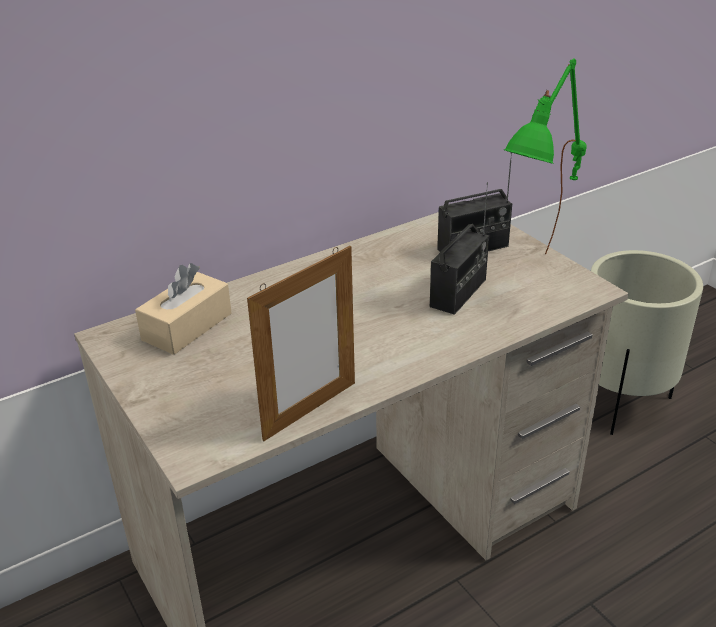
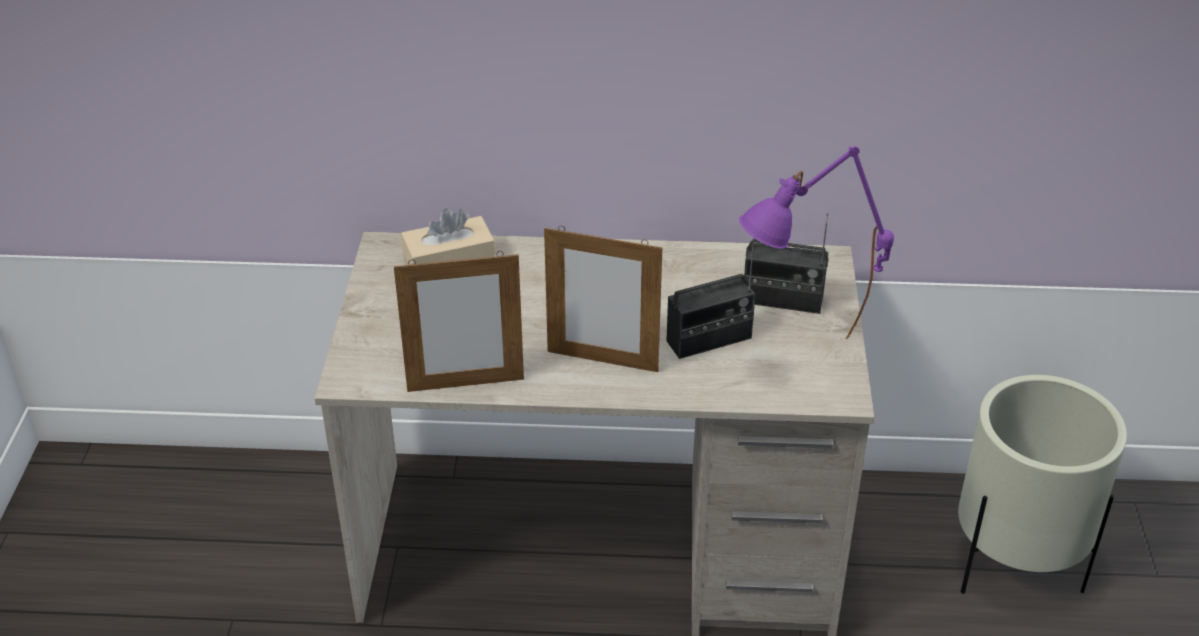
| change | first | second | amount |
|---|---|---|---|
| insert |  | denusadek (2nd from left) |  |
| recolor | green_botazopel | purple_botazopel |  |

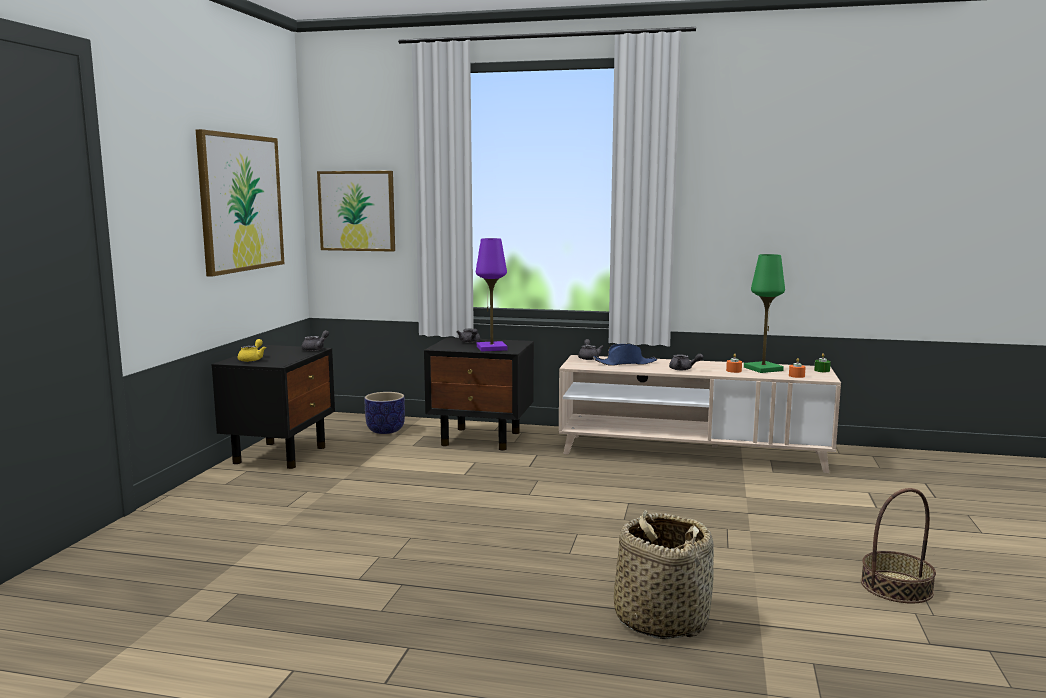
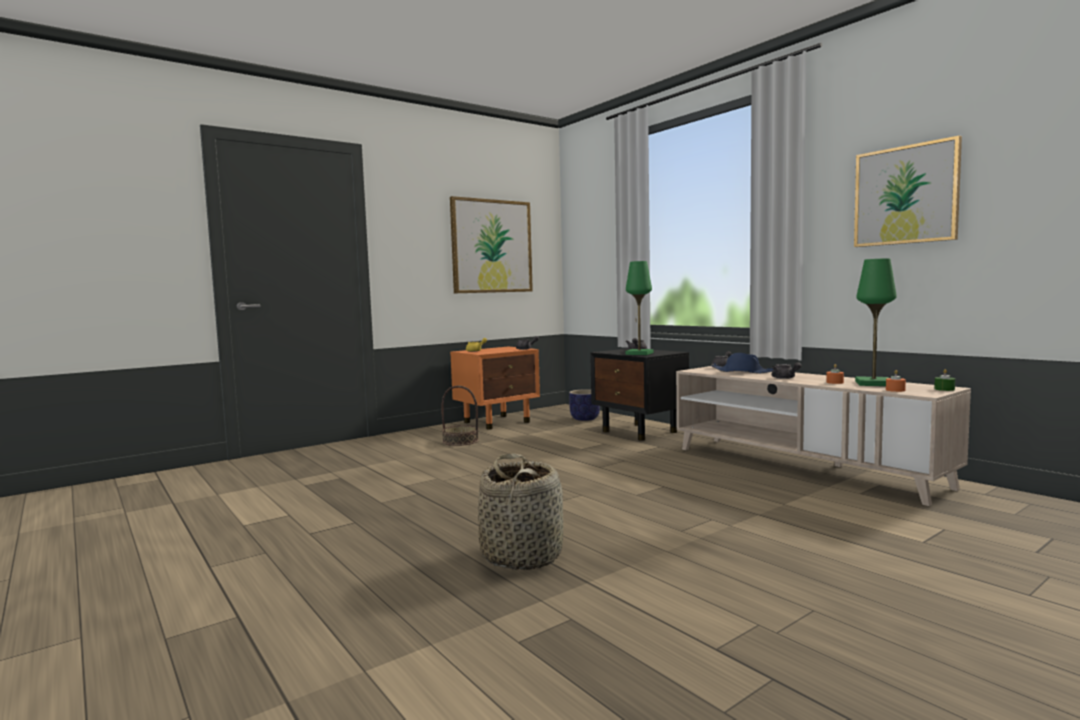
| change | first | second | amount |
|---|---|---|---|
| move | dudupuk (2nd from left) |  |  |
| move | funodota (2nd from left in the first image) | funodota (1st from left) |  |
| recolor | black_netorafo (1st from left) | orange_netorafo |  |
| recolor | purple_botazopel | green_botazopel (1st from left) |  |

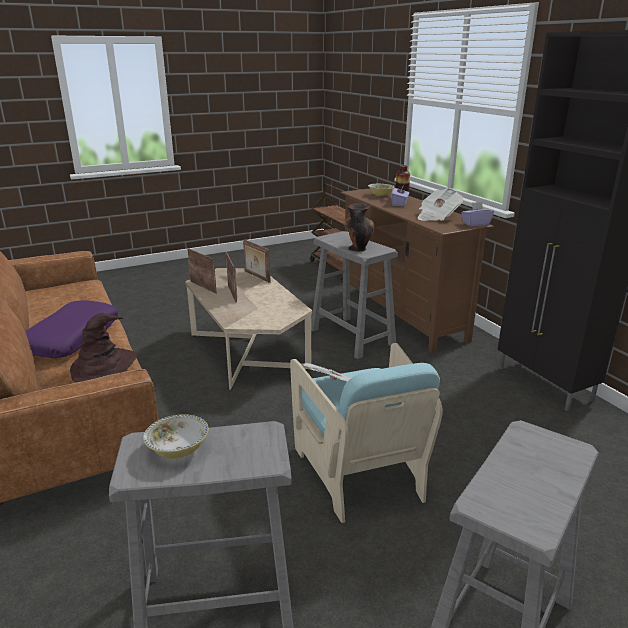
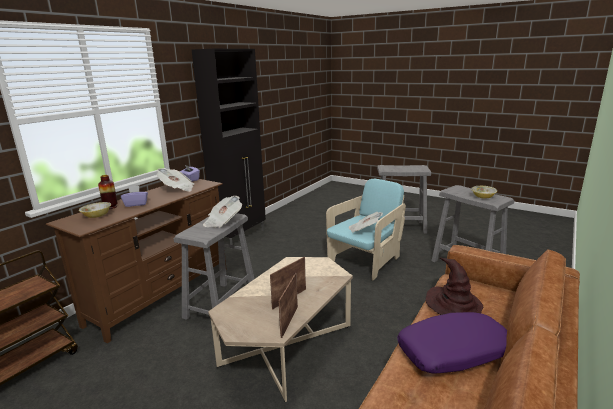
| change | first | second | amount |
|---|---|---|---|
| delete | denusadek (3rd from left) |  |  |
| replace | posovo (1st from left) | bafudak (2nd from left) |  |

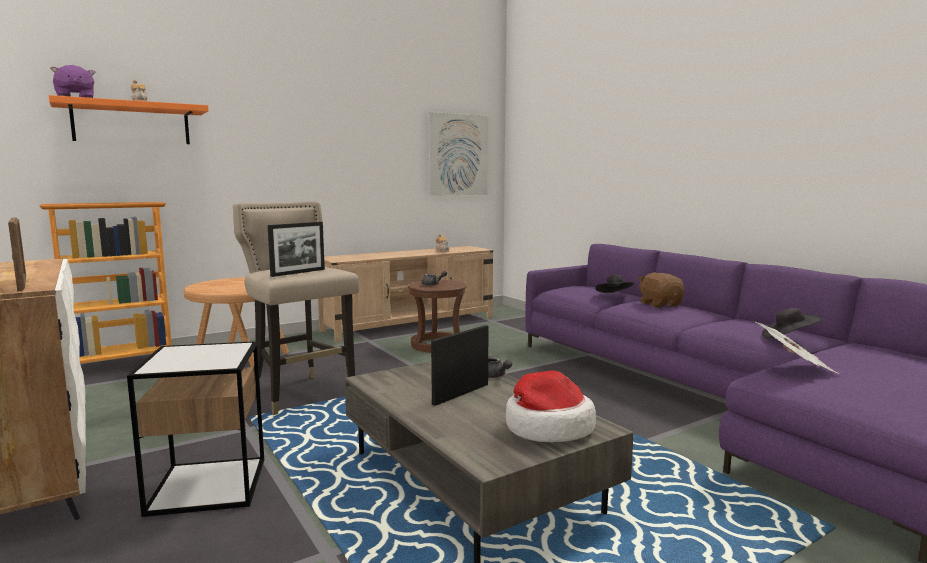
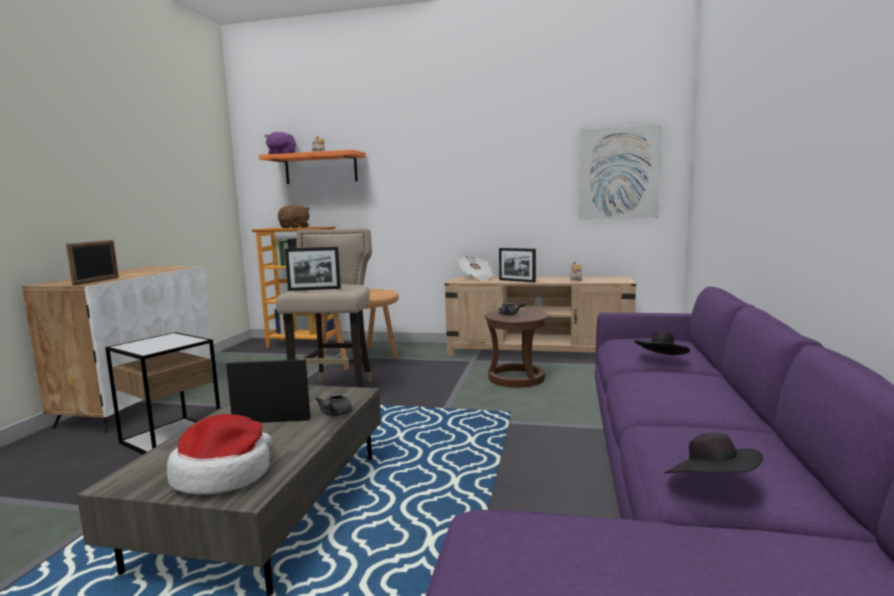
| change | first | second | amount |
|---|---|---|---|
| insert |  | denusadek (4th from left) |  |
| move | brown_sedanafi |  |  |
| move | bafudak |  |  |

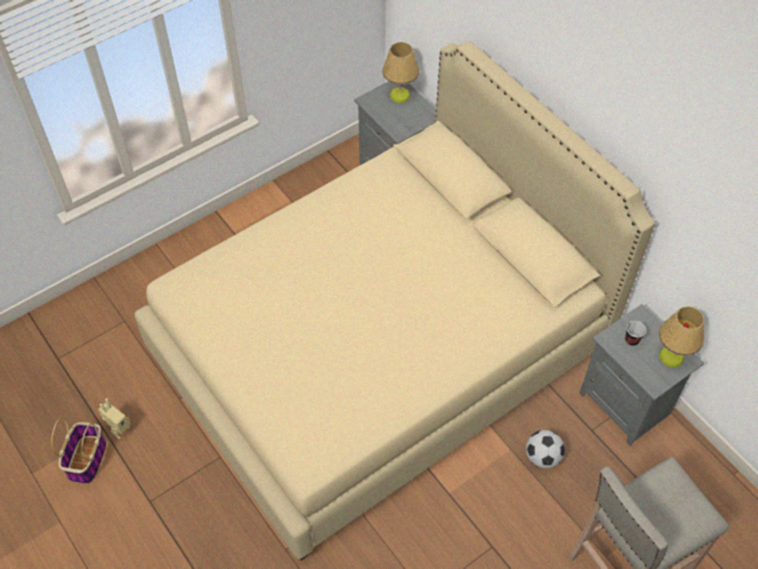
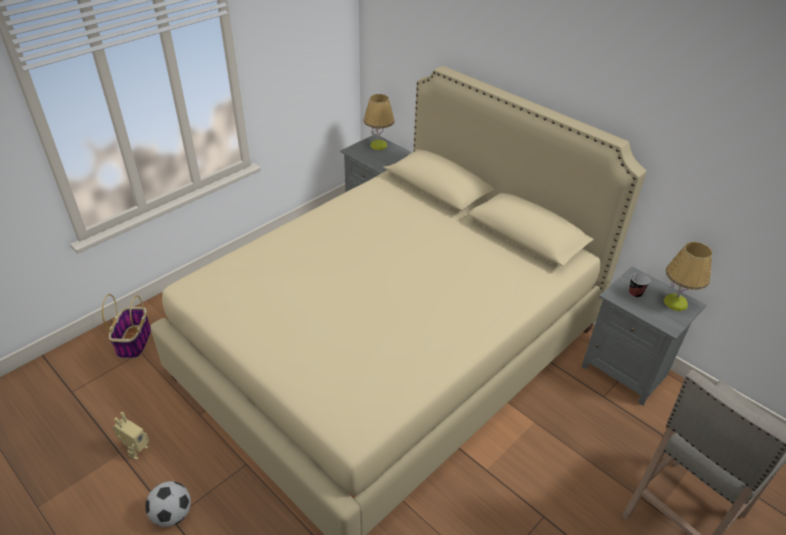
| change | first | second | amount |
|---|---|---|---|
| move | funodota |  |  |
| move | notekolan |  |  |

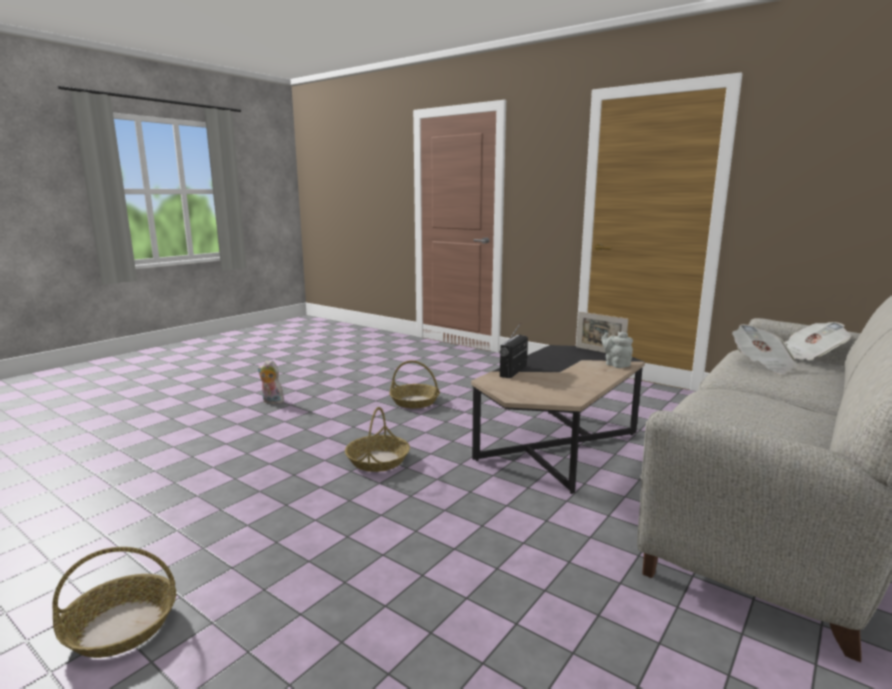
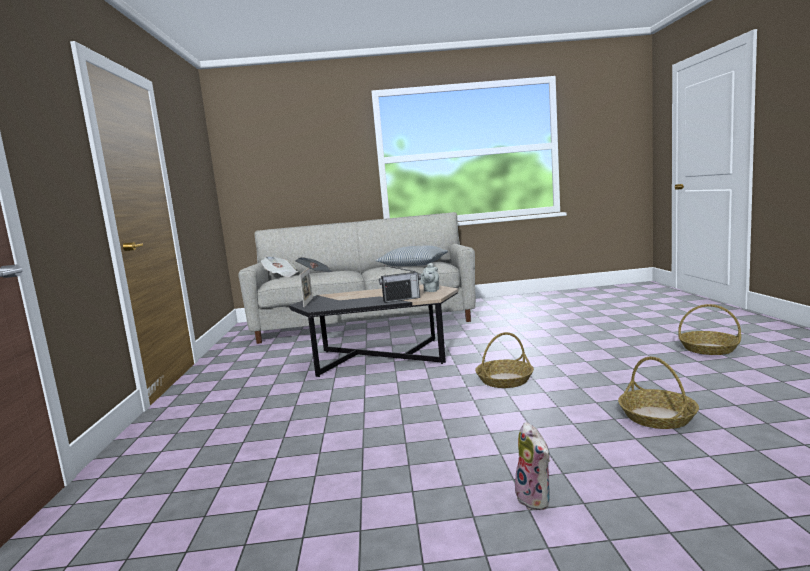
| change | first | second | amount |
|---|---|---|---|
| insert |  | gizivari |  |
| move | funodota (3rd from left in the first image) | funodota (2nd from left) |  |
| move | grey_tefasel |  |  |

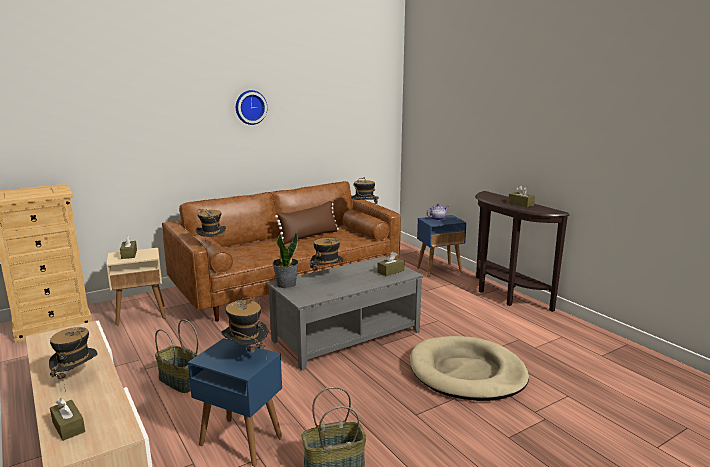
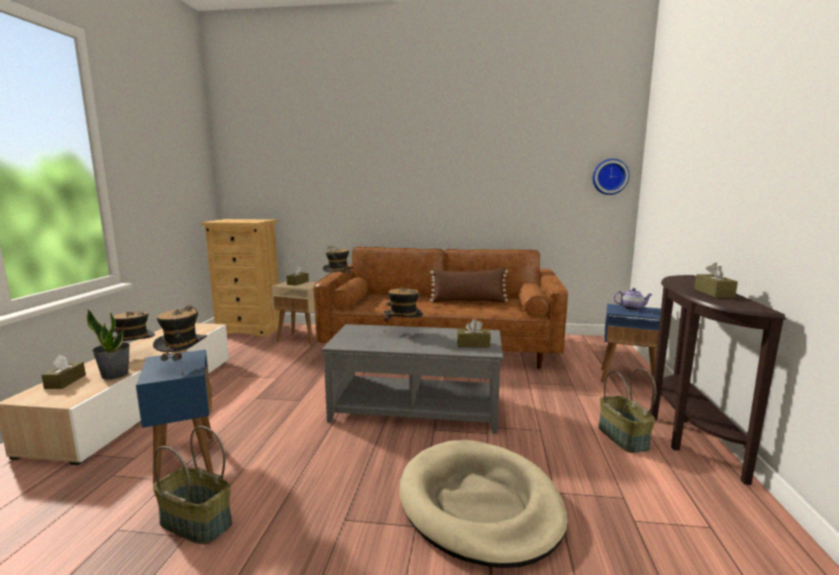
| change | first | second | amount |
|---|---|---|---|
| delete | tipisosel (5th from left) |  |  |
| move | funodota (1st from left in the first image) | funodota (2nd from left) |  |
| move | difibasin |  |  |
| move | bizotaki |  |  |

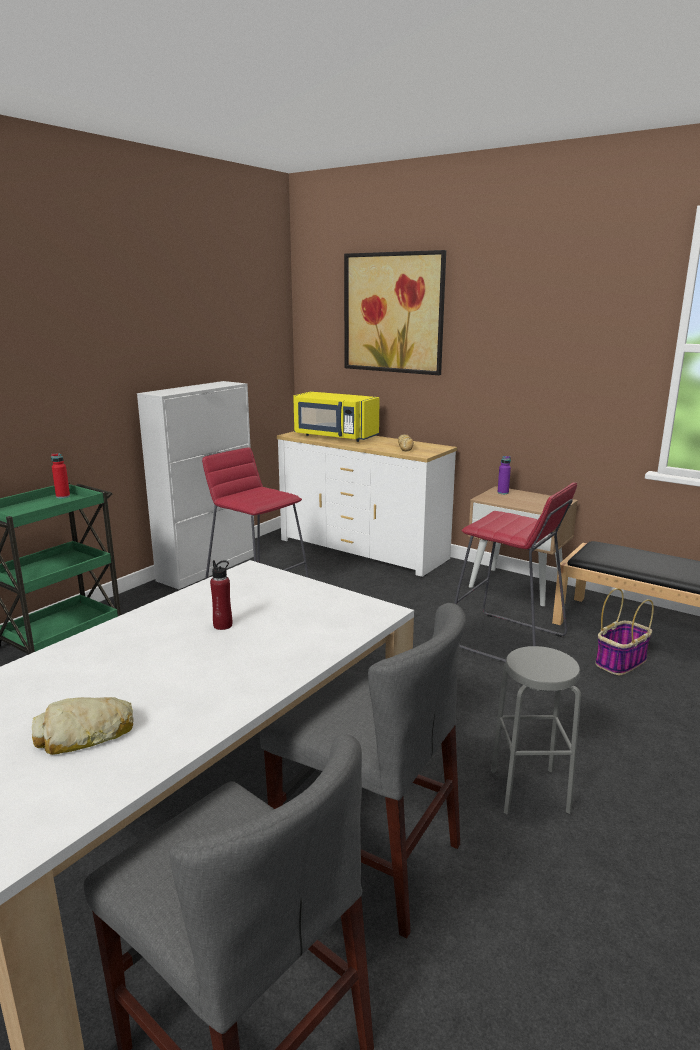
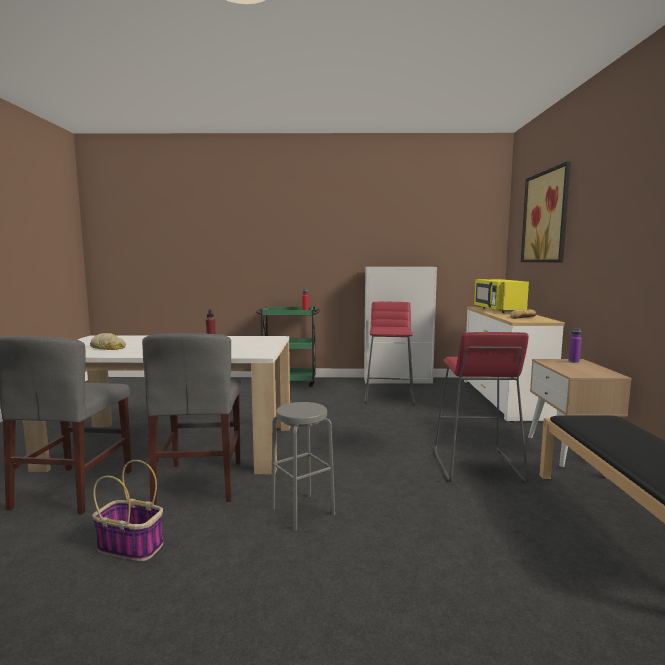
| change | first | second | amount |
|---|---|---|---|
| move | funodota |  |  |

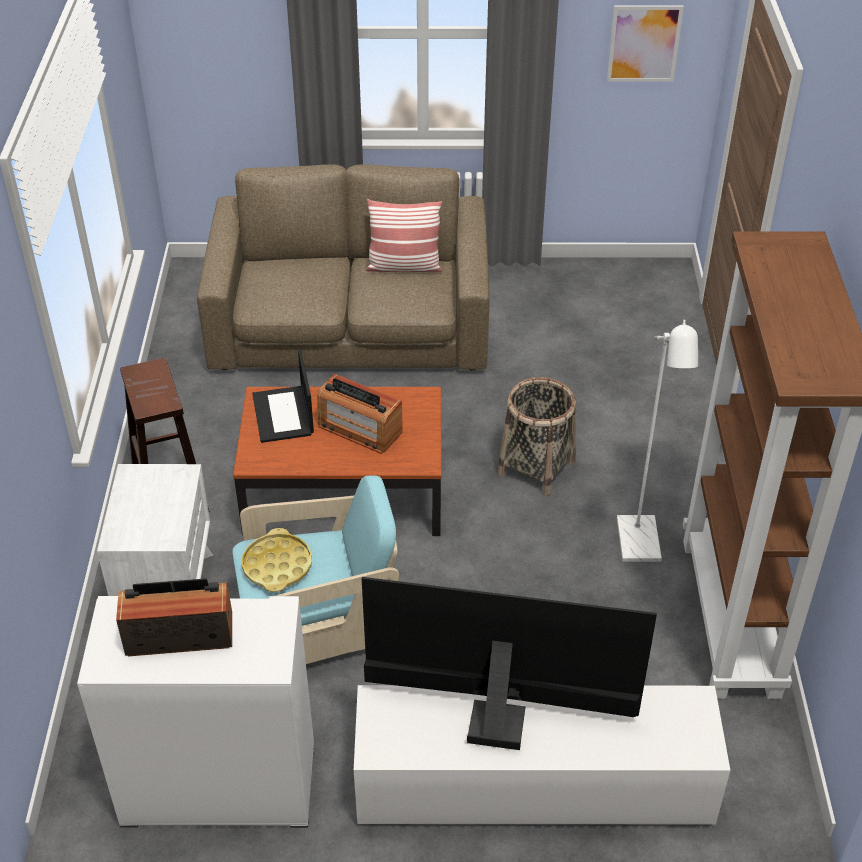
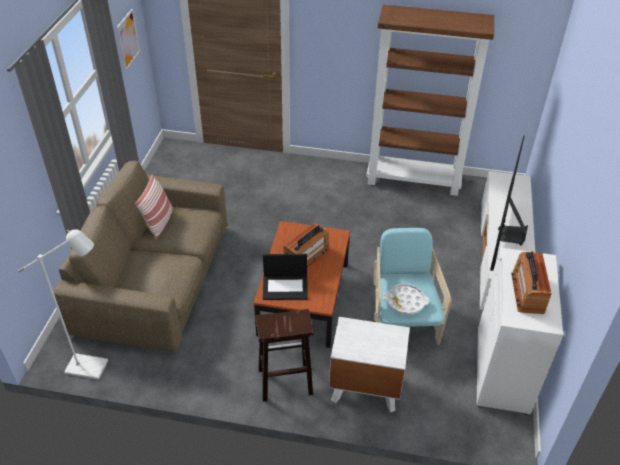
| change | first | second | amount |
|---|---|---|---|
| delete | funodota |  |  |
| move | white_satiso |  |  |
| recolor | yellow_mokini | white_mokini |  |

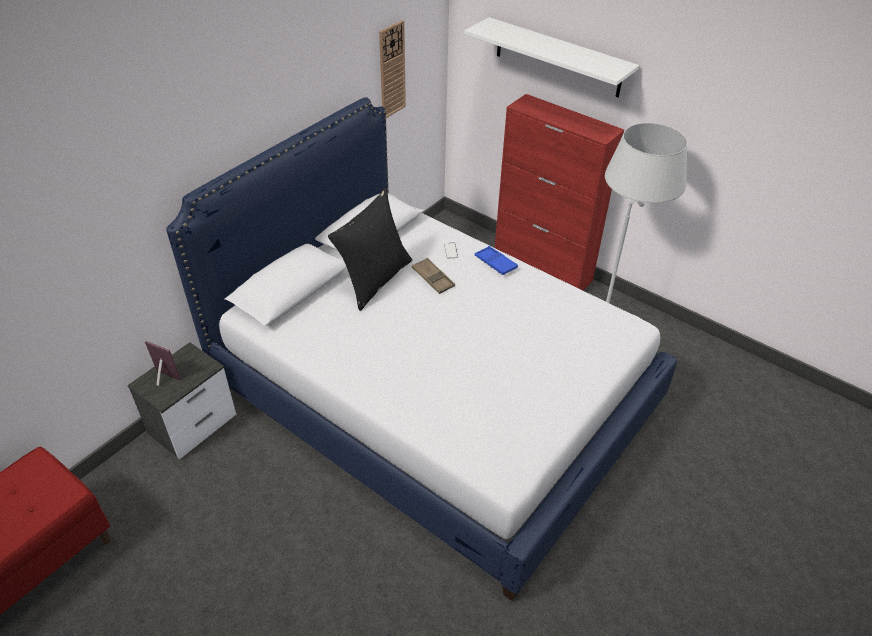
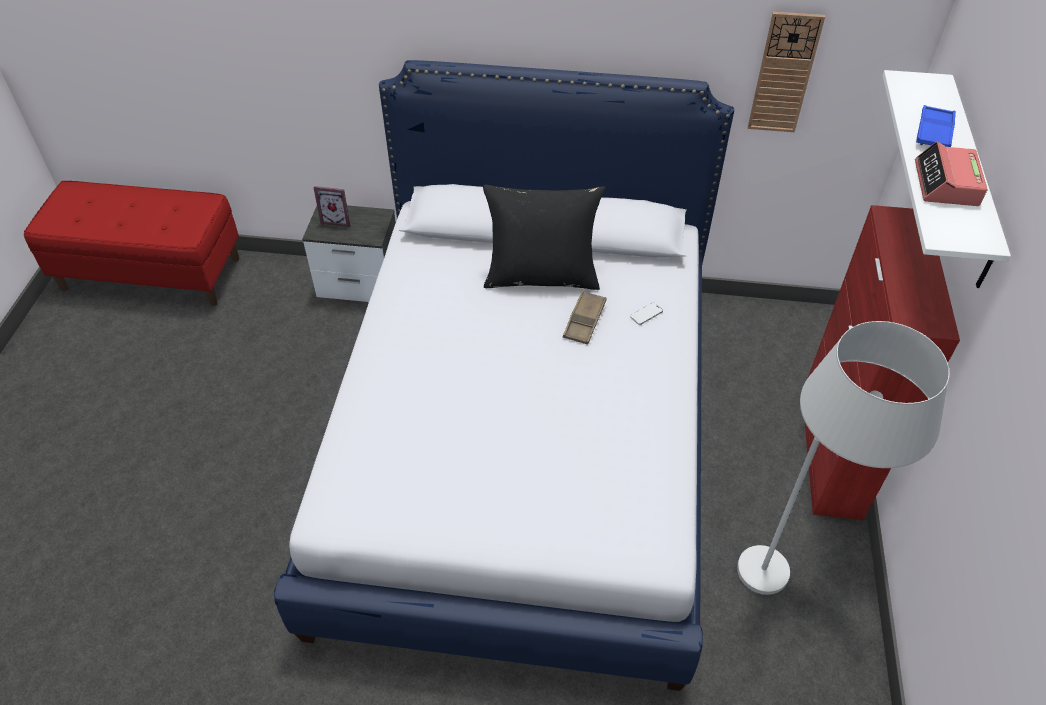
| change | first | second | amount |
|---|---|---|---|
| insert |  | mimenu |  |
| move | blue_mokini |  |  |
| rotate | denusadek |  | 105 degrees clockwise |

